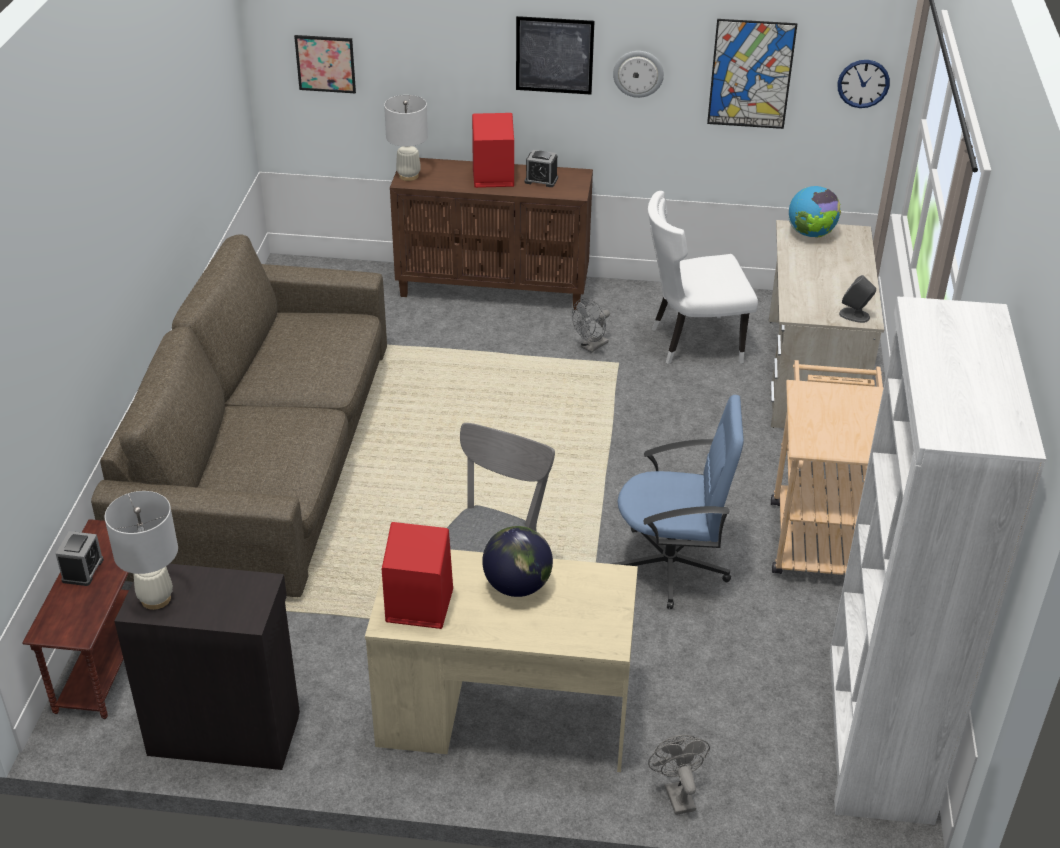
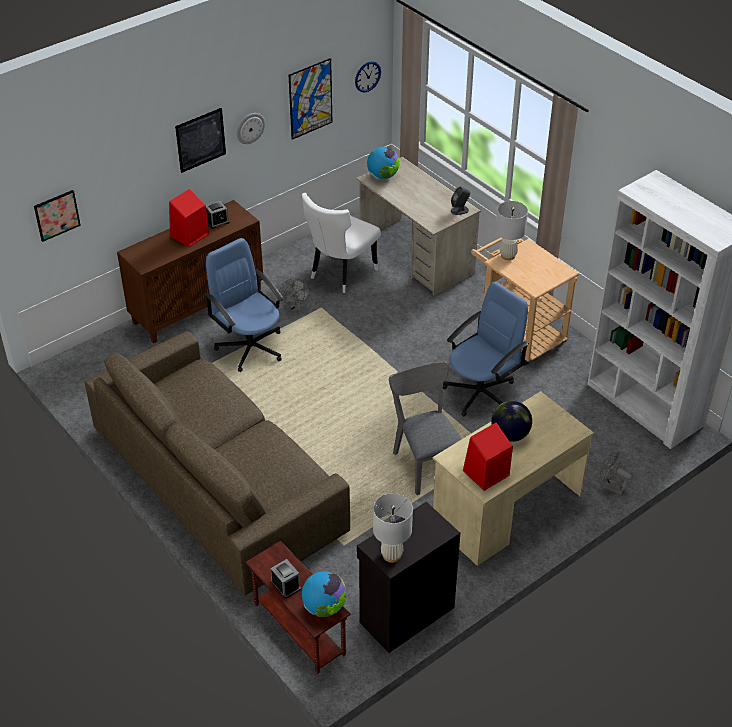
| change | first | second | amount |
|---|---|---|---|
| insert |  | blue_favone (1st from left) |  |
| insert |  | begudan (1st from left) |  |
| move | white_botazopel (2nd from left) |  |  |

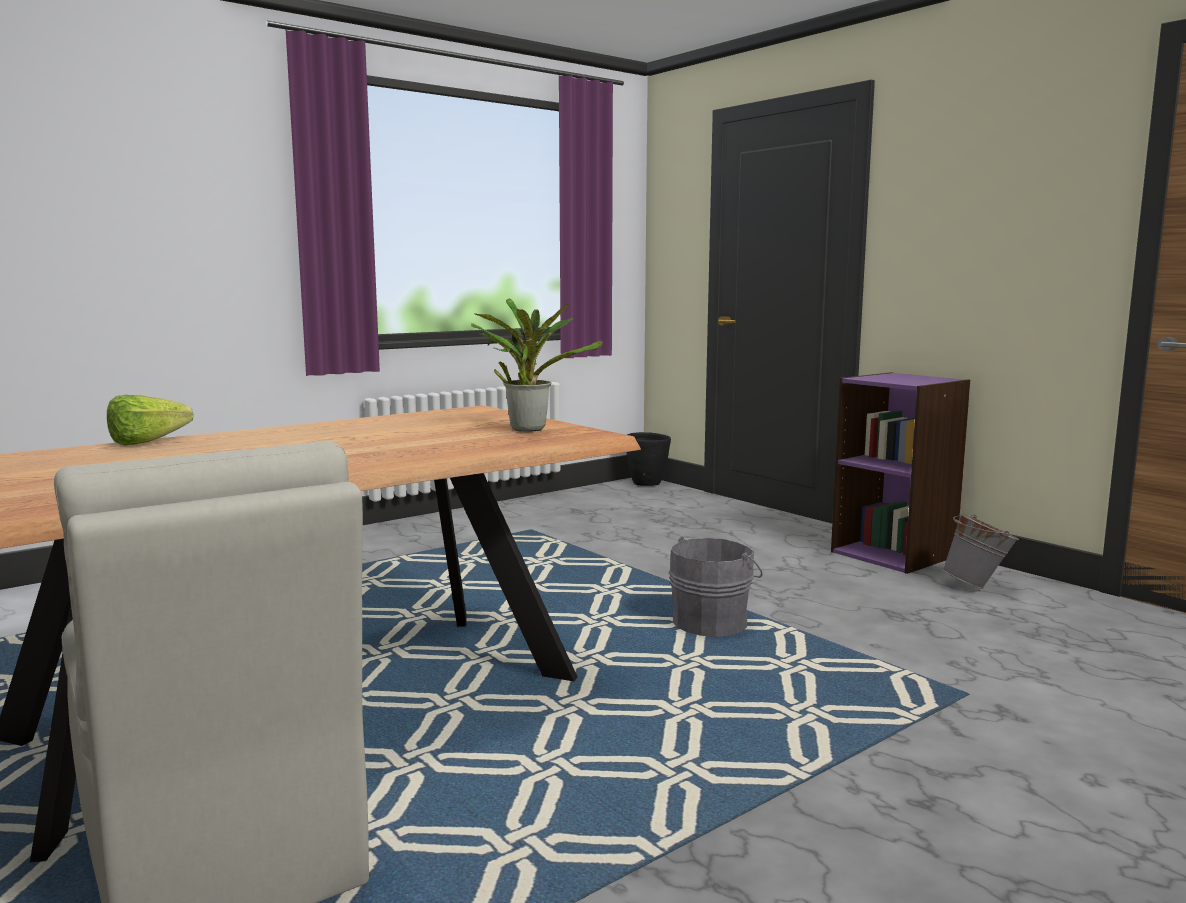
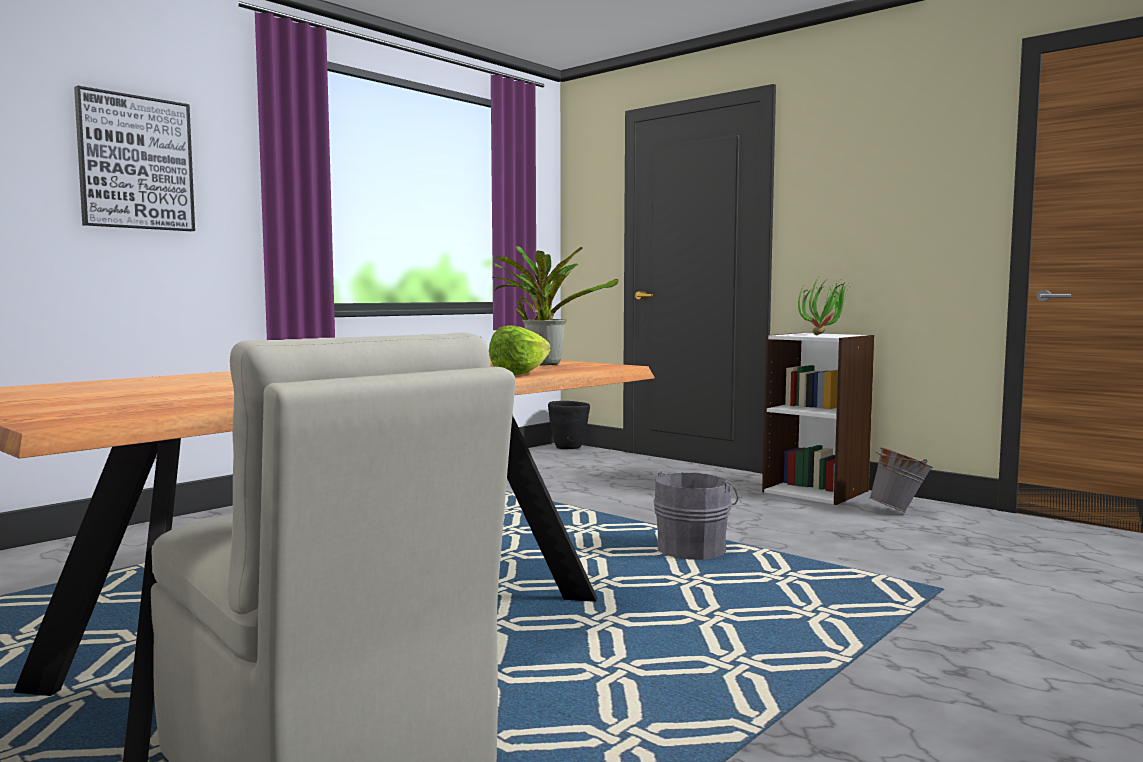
| change | first | second | amount |
|---|---|---|---|
| insert |  | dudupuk |  |
| insert |  | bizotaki (2nd from left) |  |
| move | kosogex |  |  |
| recolor | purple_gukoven | white_gukoven |  |

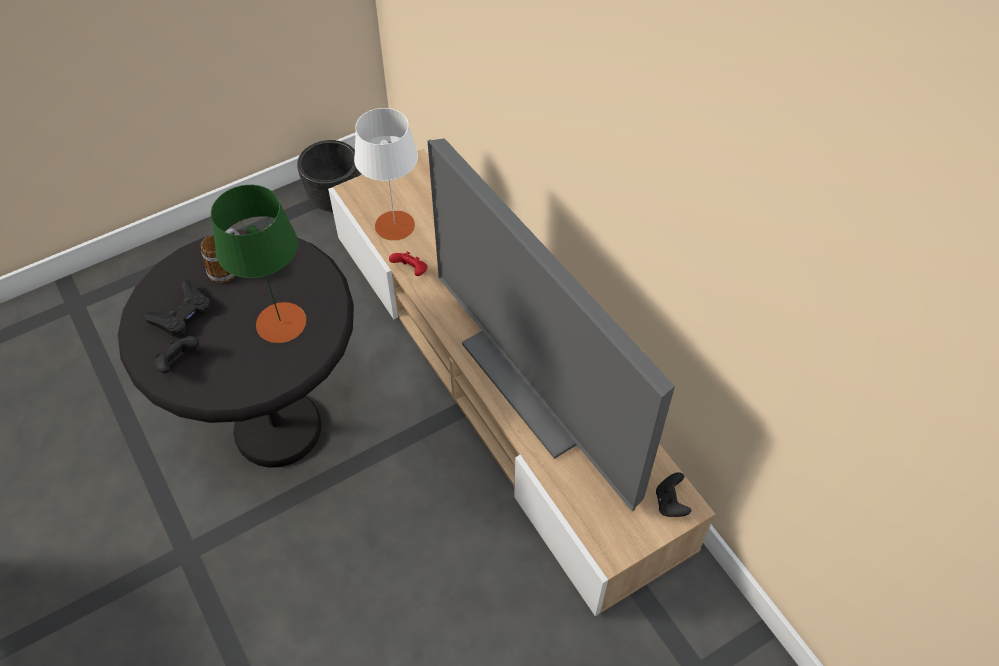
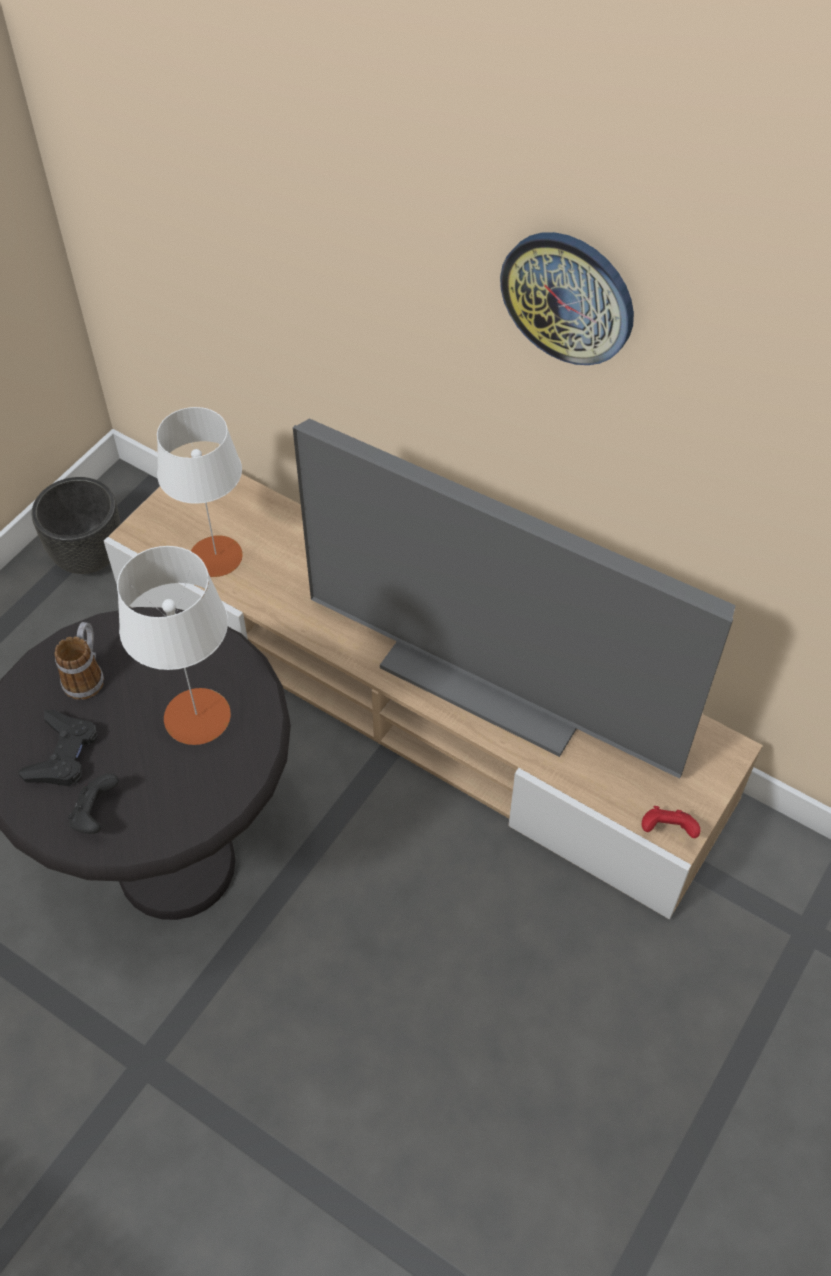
| change | first | second | amount |
|---|---|---|---|
| delete | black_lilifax (3rd from left) |  |  |
| insert |  | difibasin |  |
| move | red_lilifax |  |  |
| recolor | green_botazopel | white_botazopel (1st from left) |  |

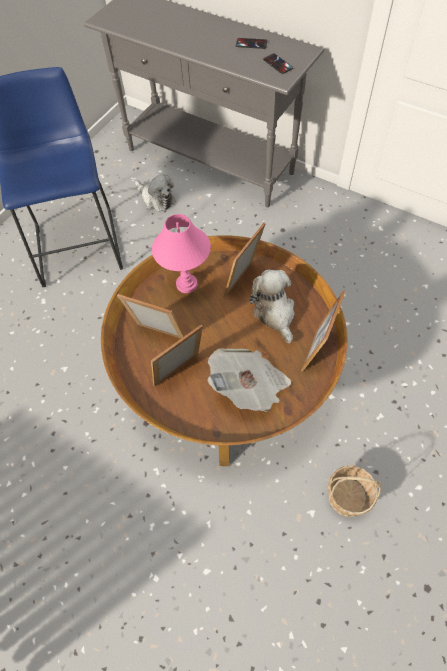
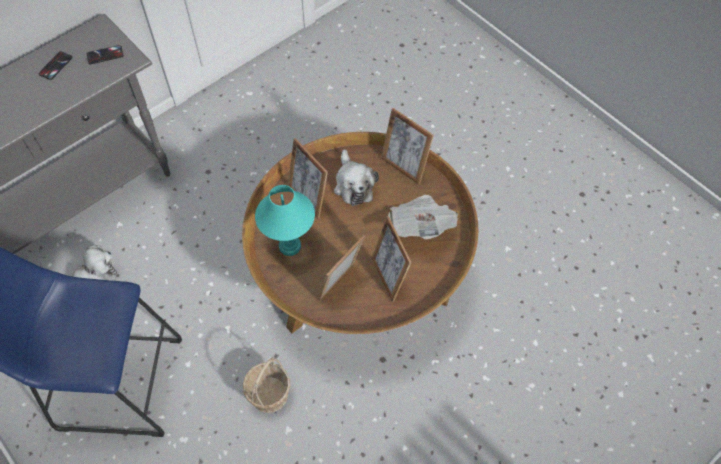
| change | first | second | amount |
|---|---|---|---|
| move | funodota |  |  |
| recolor | pink_botazopel | turquoise_botazopel |  |
| rotate | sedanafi (2nd from left) |  | 105 degrees counterclockwise |

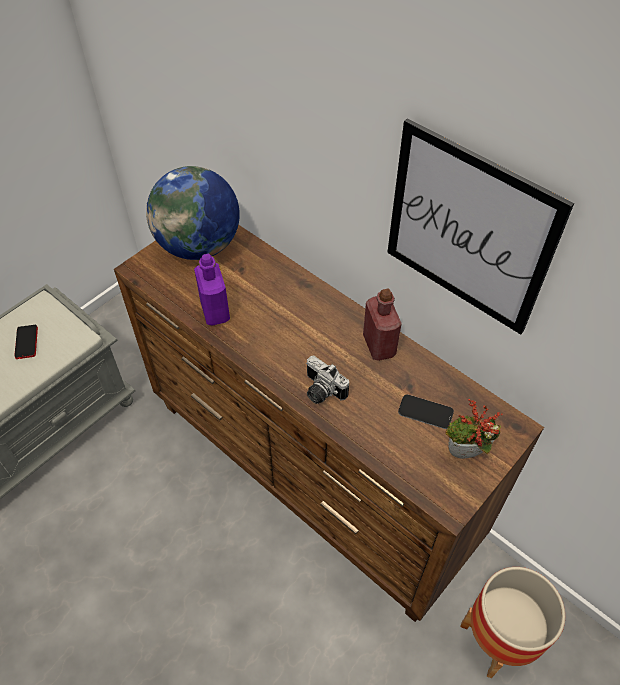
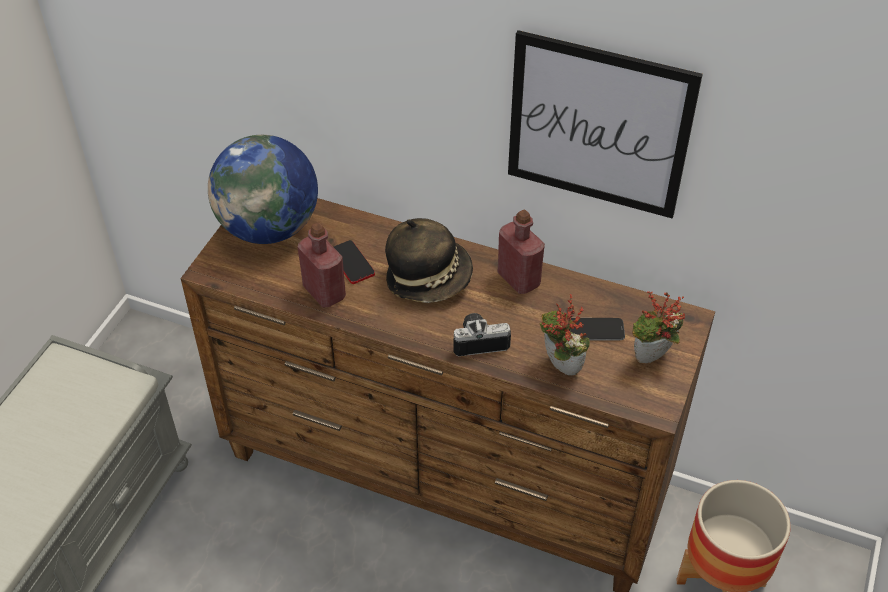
| change | first | second | amount |
|---|---|---|---|
| insert |  | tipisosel |  |
| insert |  | bizotaki (1st from left) |  |
| move | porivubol (1st from left) |  |  |
| recolor | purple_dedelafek | red_dedelafek (1st from left) |  |
| rotate | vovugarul |  | 150 degrees clockwise |

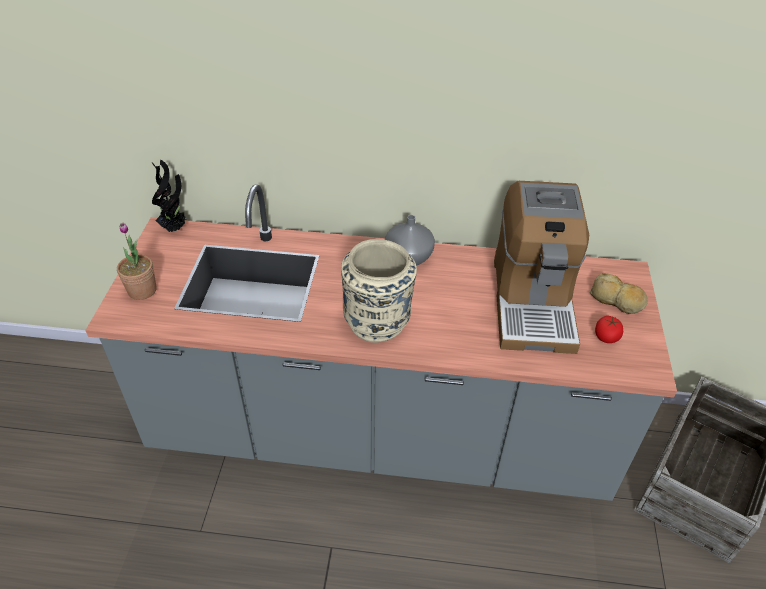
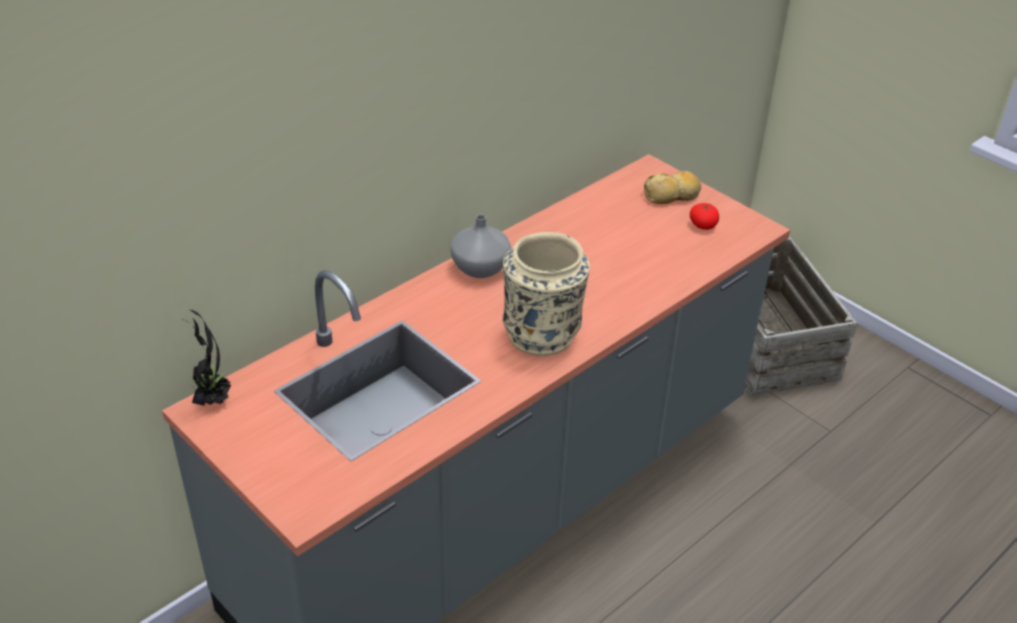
| change | first | second | amount |
|---|---|---|---|
| delete | bizotaki (1st from left) |  |  |
| delete | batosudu |  |  |

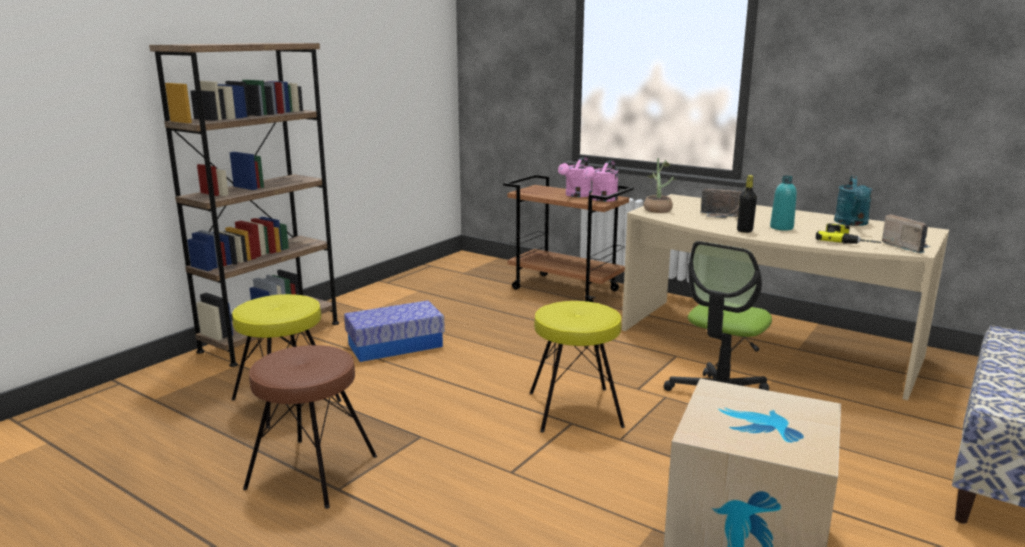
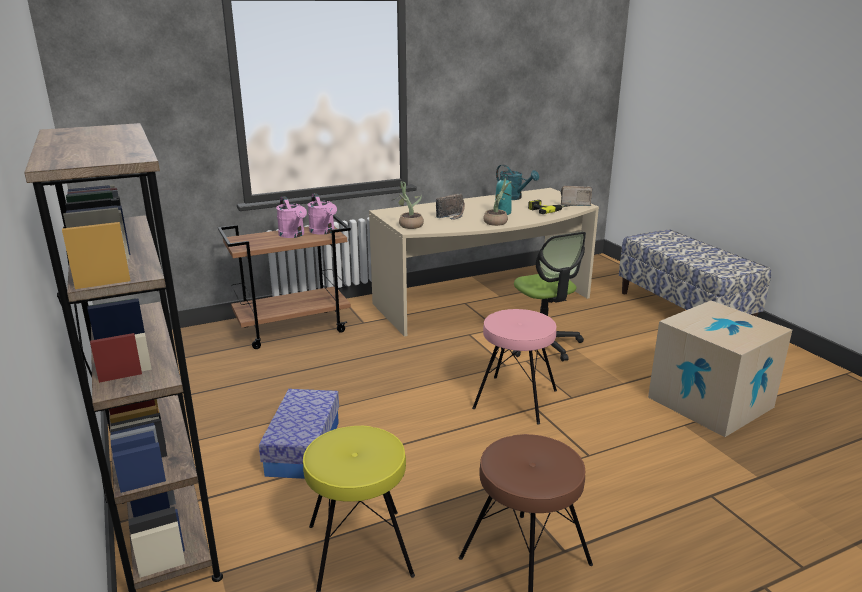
| change | first | second | amount |
|---|---|---|---|
| replace | black_dedelafek | bizotaki (2nd from left) |  |
| recolor | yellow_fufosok (2nd from left) | pink_fufosok |  |

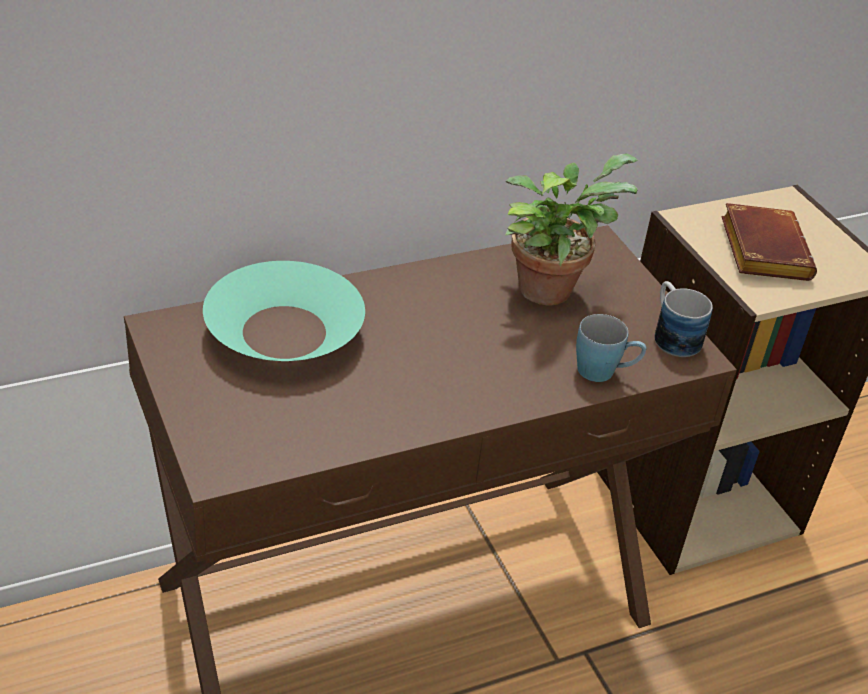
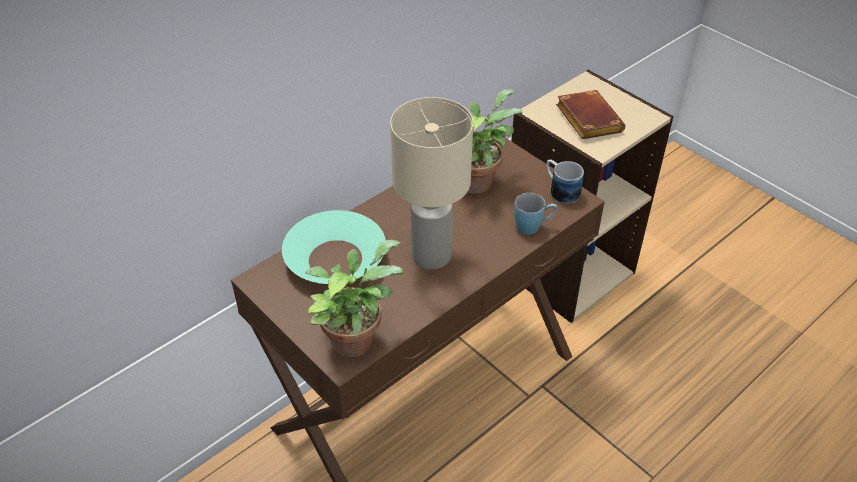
| change | first | second | amount |
|---|---|---|---|
| insert |  | bizotaki (1st from left) |  |
| insert |  | beige_botazopel |  |

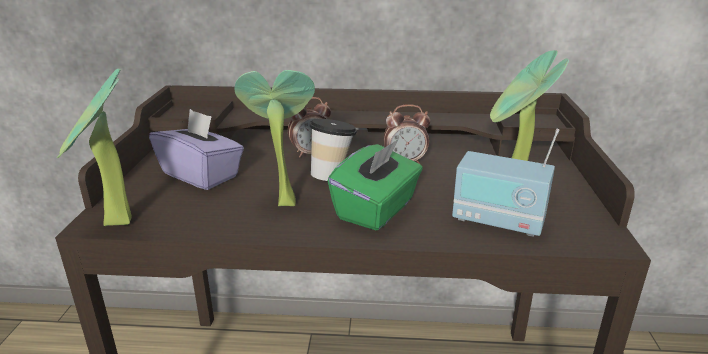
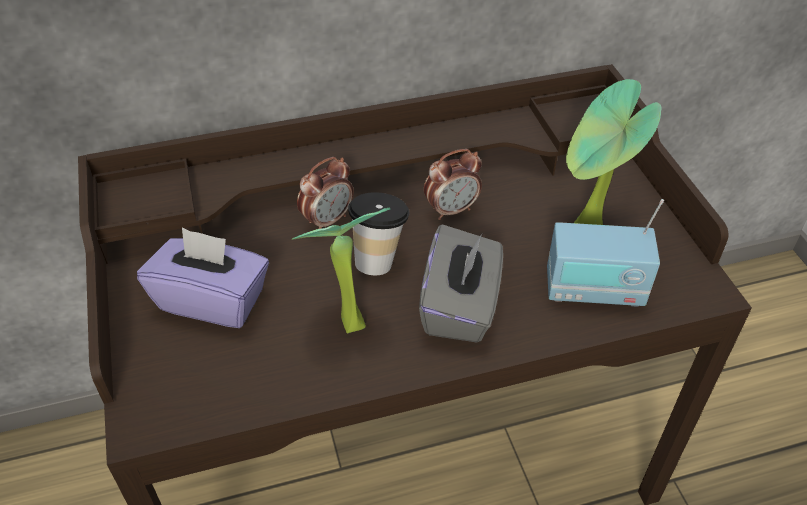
| change | first | second | amount |
|---|---|---|---|
| delete | bizotaki (1st from left) |  |  |
| recolor | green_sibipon | grey_sibipon |  |

